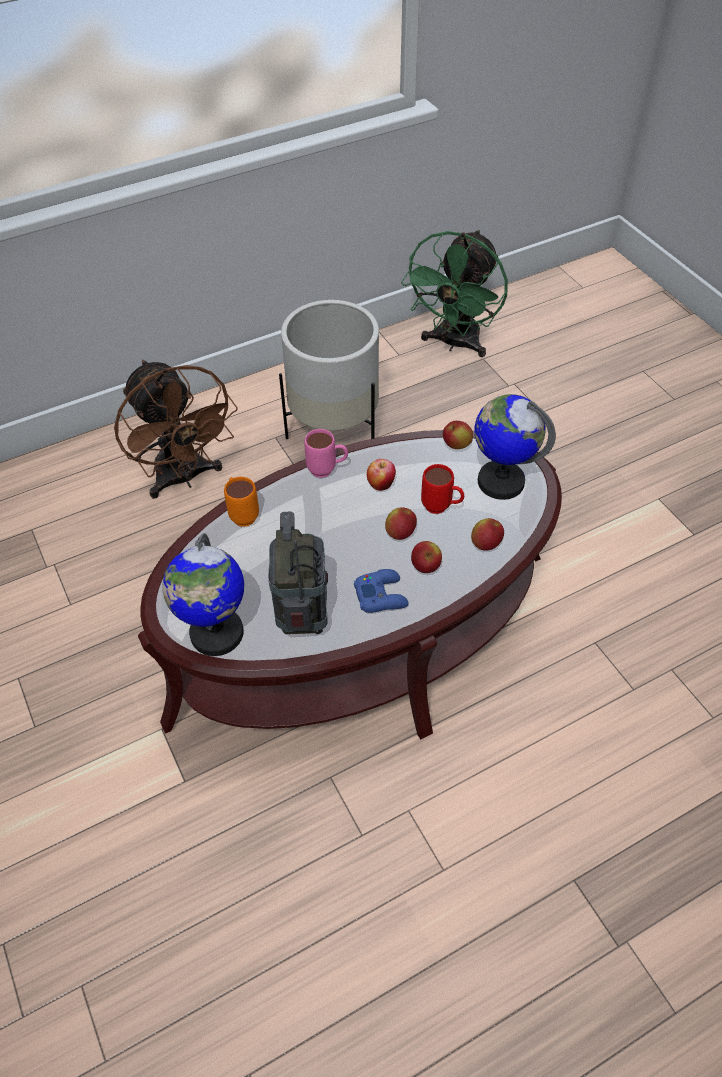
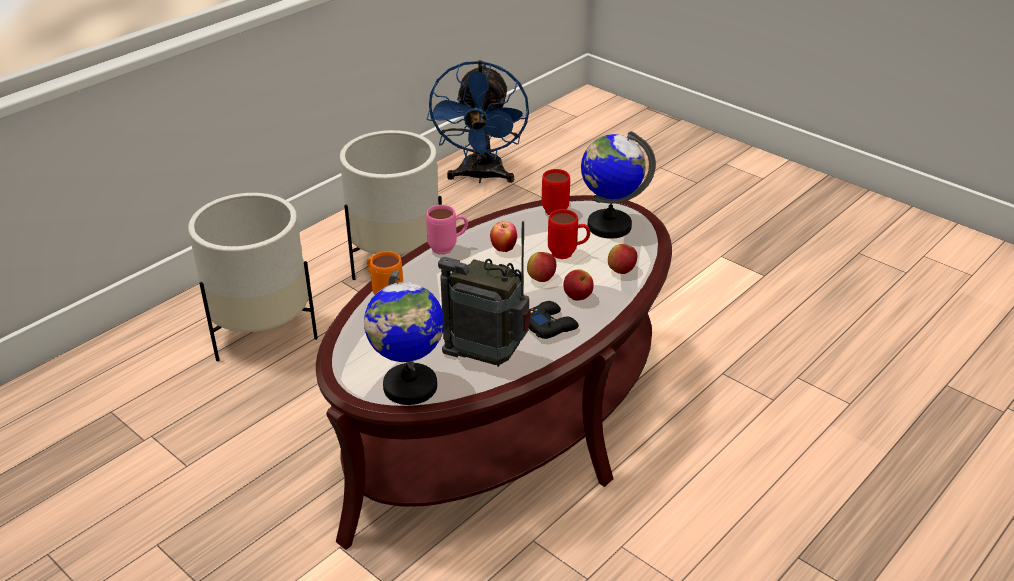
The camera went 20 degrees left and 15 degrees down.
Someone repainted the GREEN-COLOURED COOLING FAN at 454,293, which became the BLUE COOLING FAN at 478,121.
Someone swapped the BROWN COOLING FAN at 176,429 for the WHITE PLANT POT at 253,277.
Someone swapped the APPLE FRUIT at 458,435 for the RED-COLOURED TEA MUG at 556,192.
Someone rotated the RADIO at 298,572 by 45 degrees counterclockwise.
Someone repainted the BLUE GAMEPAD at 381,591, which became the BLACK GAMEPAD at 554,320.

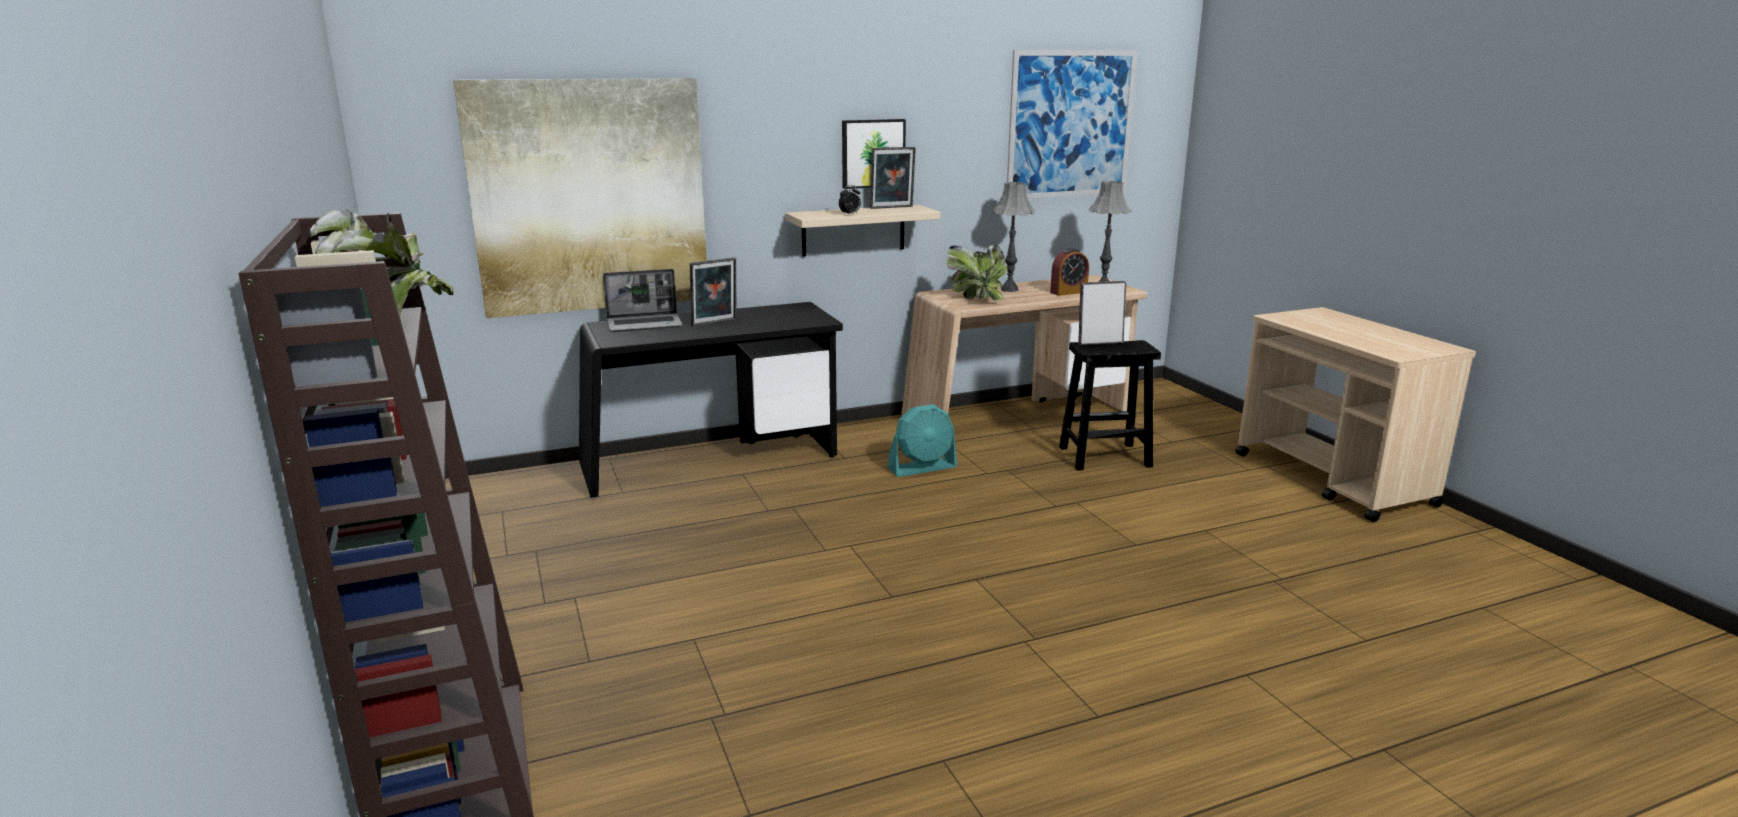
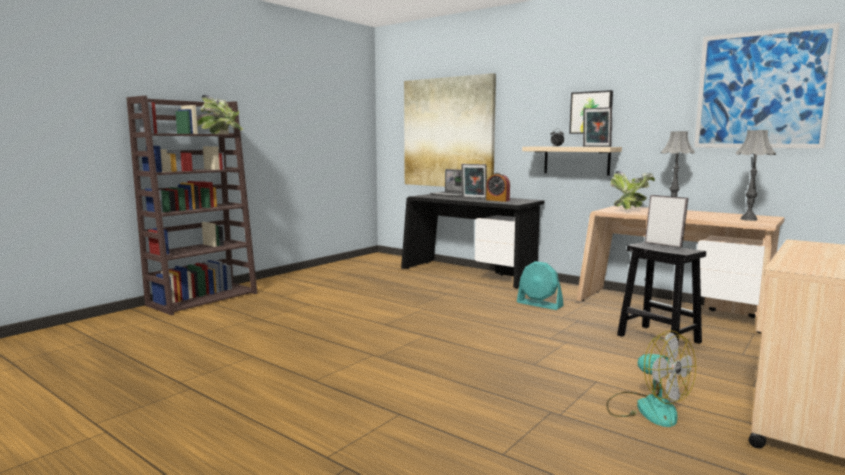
The camera went 60 degrees right and 10 degrees down.
Someone carried the TABLE CLOCK from 1069,272 to 498,187.
Someone put down the COOLING FAN at 651,378.

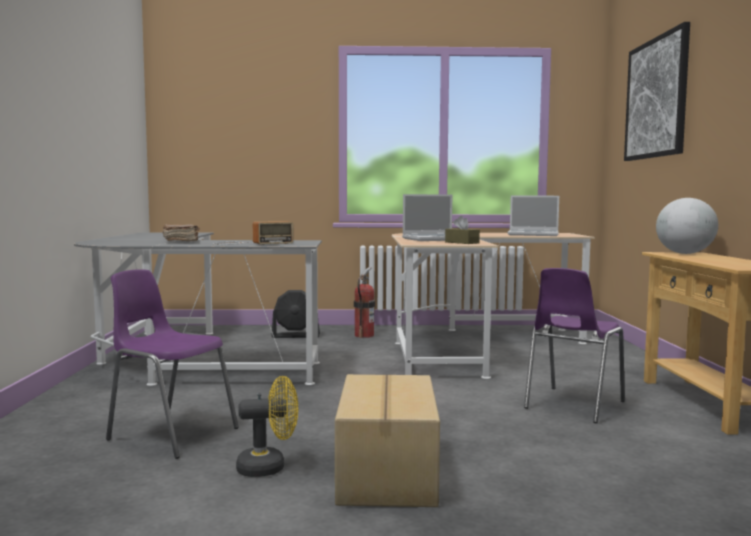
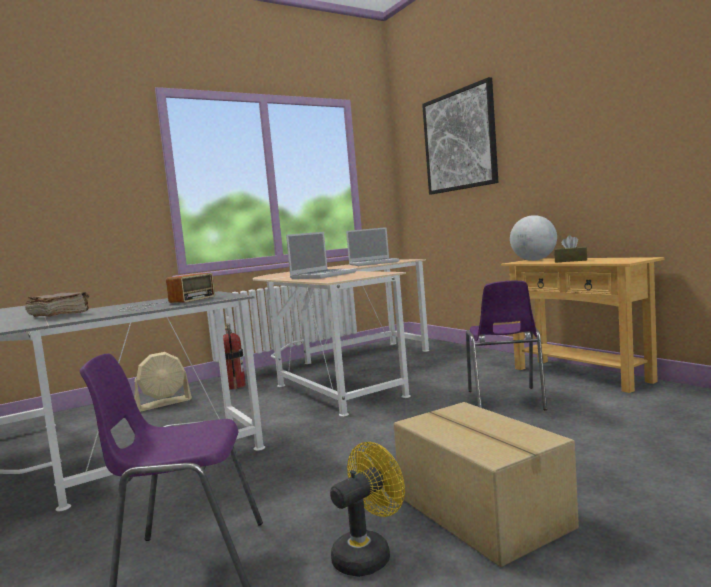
The camera went 30 degrees left and 0 degrees up.
Someone carried the BROWN TISSUE BOX from 462,230 to 570,249.
Someone repainted the BLACK COOLING FAN at 295,314, which became the BEIGE COOLING FAN at 163,382.

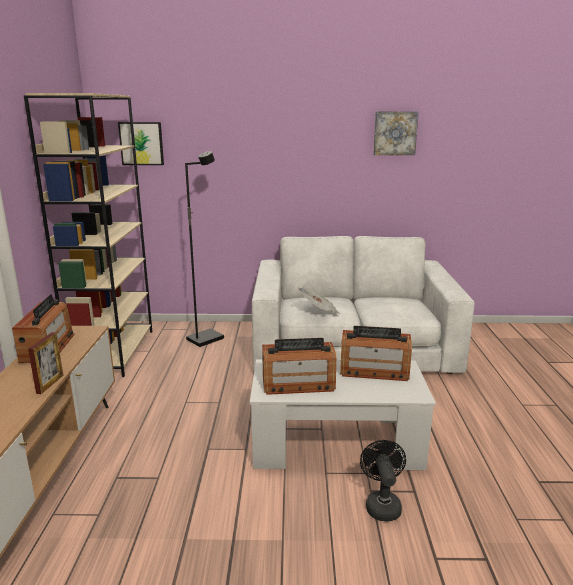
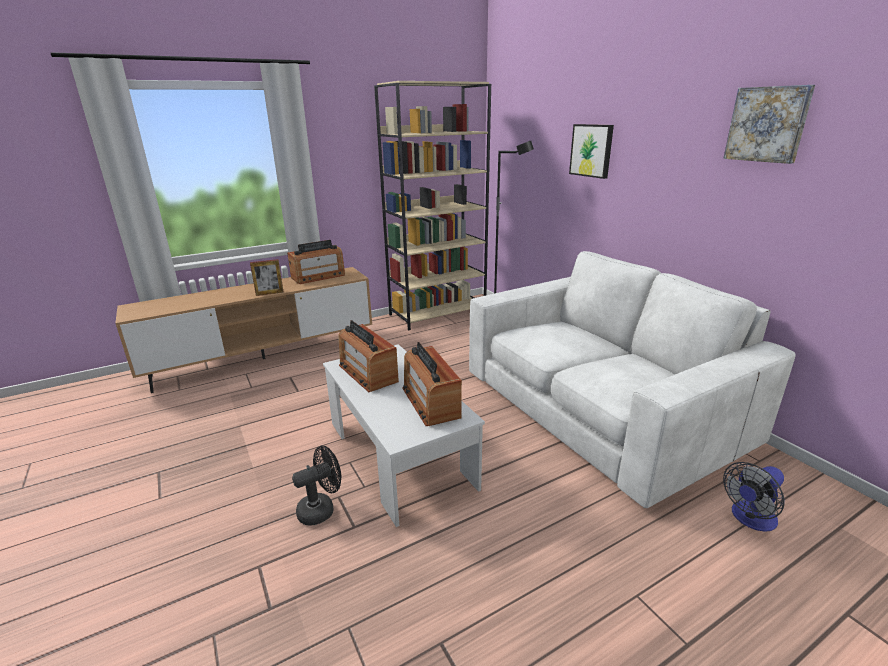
The camera went 60 degrees right and 5 degrees up.
Someone carried the WALL PICTURE from 141,143 to 591,151.
Someone took away the DAILY PAPER at 319,301.
Someone put down the COOLING FAN at 753,497.

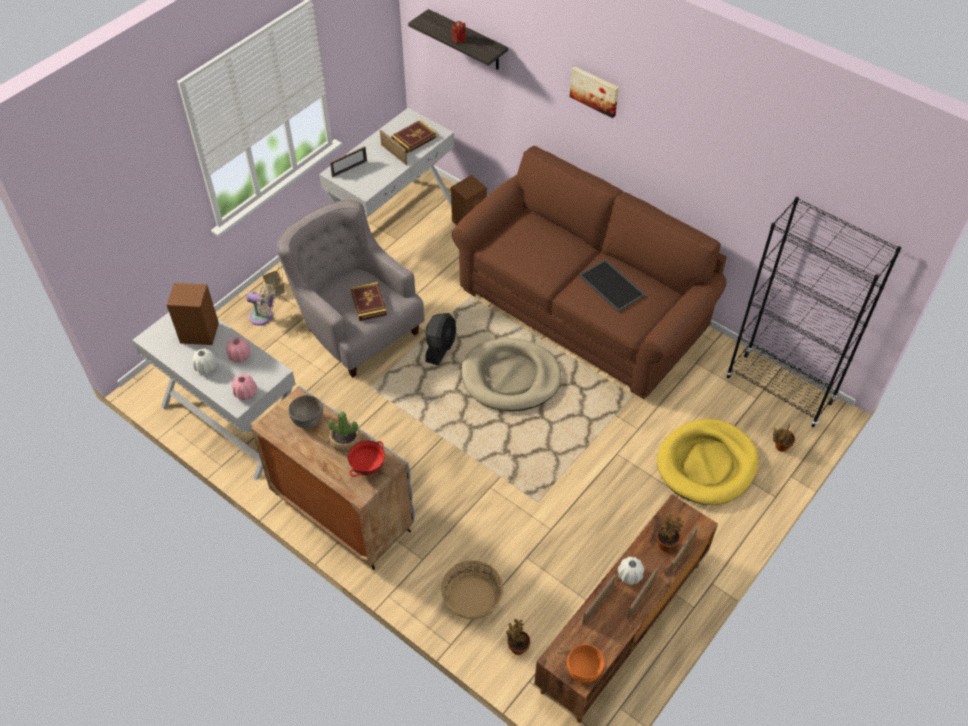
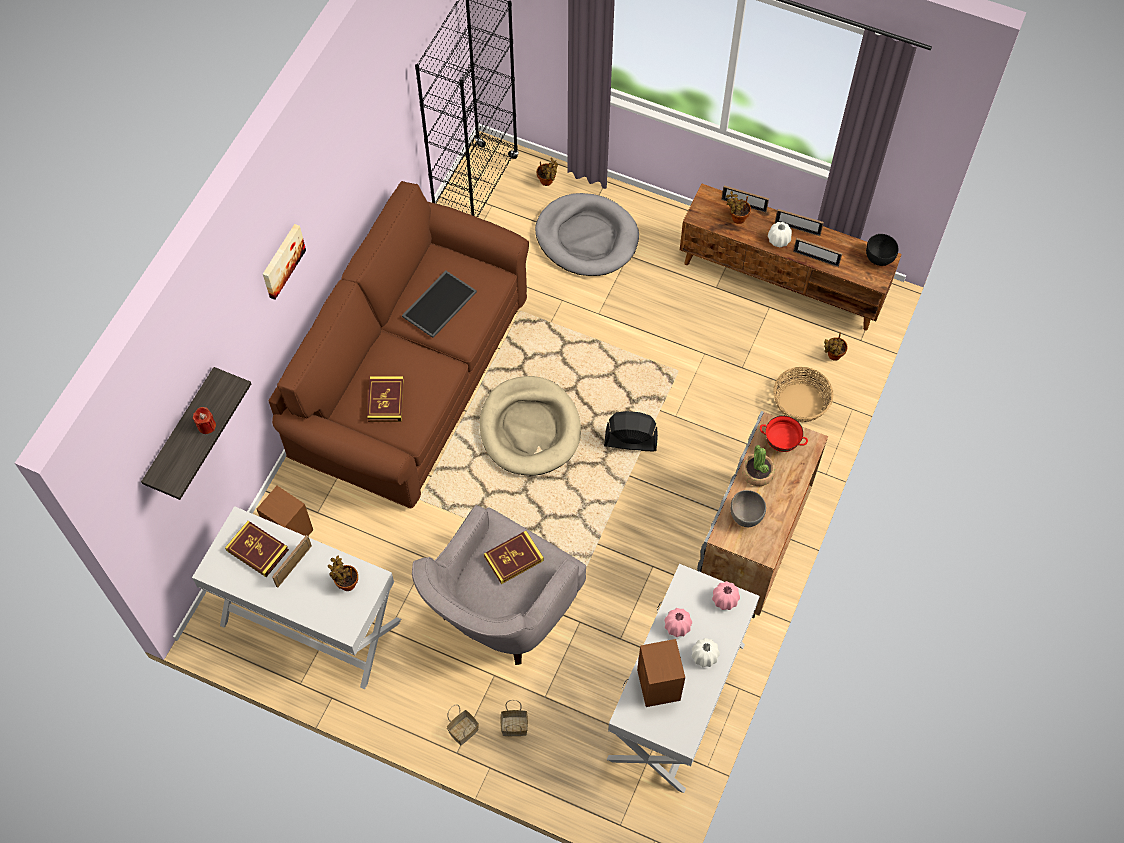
The camera went 105 degrees left and 10 degrees up.
Someone took away the PICTURE FRAME at 348,161.
Someone swapped the BEIGE COOLING FAN at 261,305 for the HOUSEHOLD BASKET at 514,718.
Someone carried the BLACK COOLING FAN from 440,339 to 631,431.
Someone repainted the YELLOWISH PET BED at 708,462, which became the GREY PET BED at 587,234.
Someone repainted the ORANGE SERVING BOWL at 586,663, which became the BLACK SERVING BOWL at 882,250.
Someone put down the BOOK at 385,399.
Someone put down the HOUSEPLANT at 343,573.

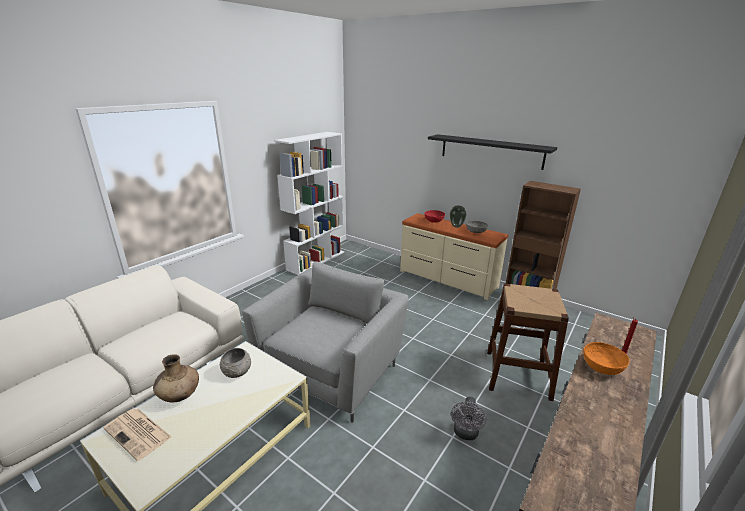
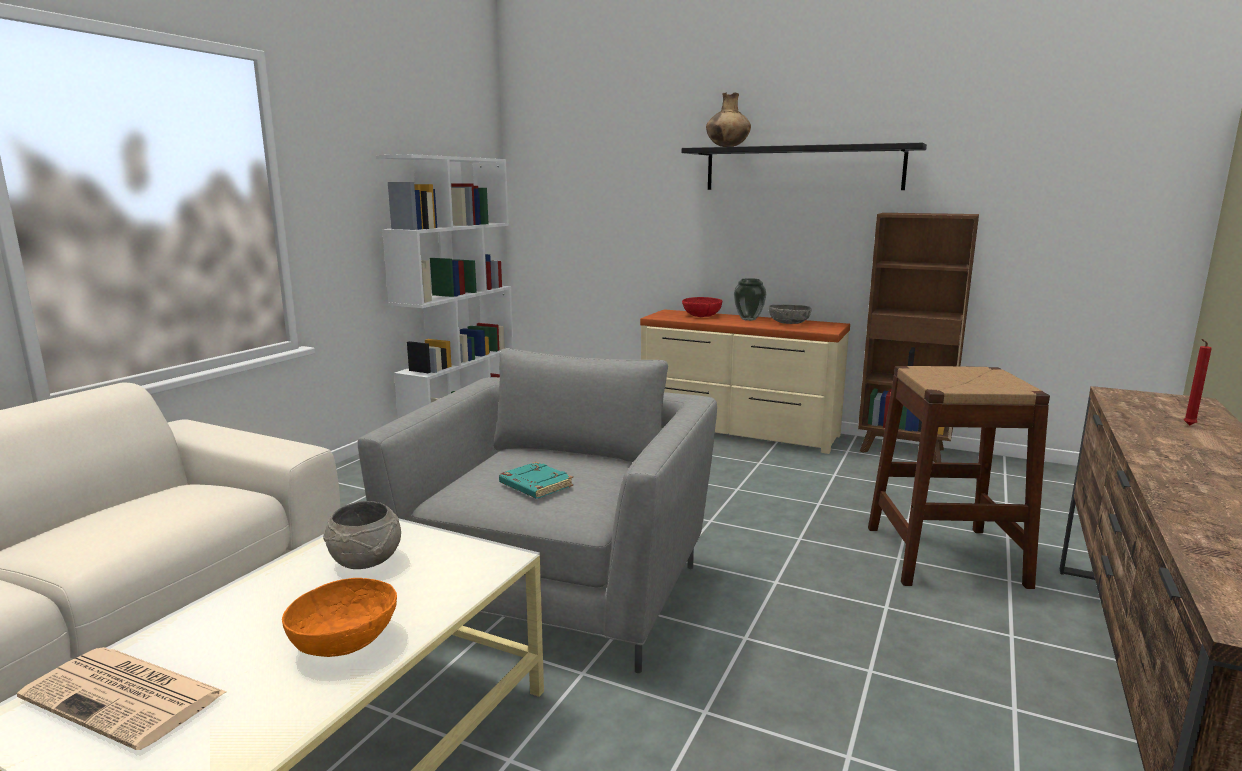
The camera went 10 degrees left and 10 degrees down.
Someone carried the ORANGE SERVING BOWL from 606,358 to 339,617.
Someone carried the BROWN DECORATIVE VASE from 176,378 to 728,119.
Someone took away the GREY COOLING FAN at 468,418.
Someone put down the TURQUOISE BOOK at 536,480.

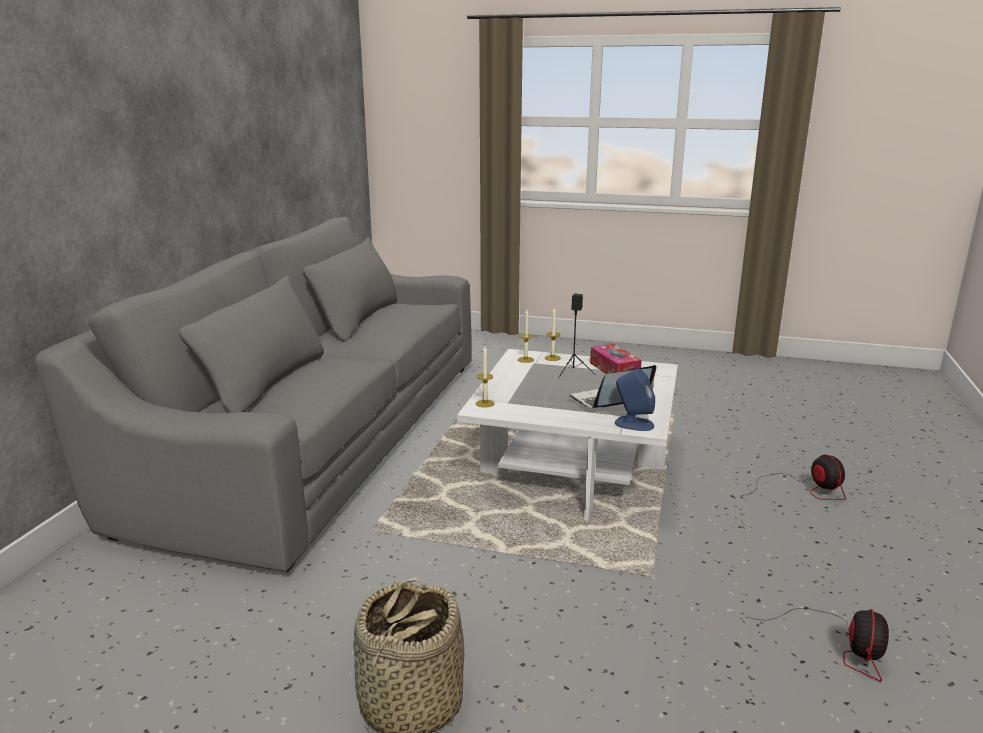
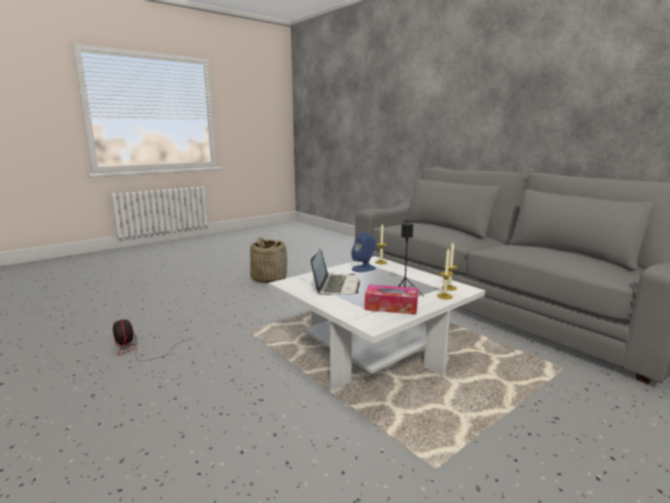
The camera went 125 degrees right and 5 degrees down.
Someone carried the BLUE AUDIO SPEAKER from 635,399 to 363,252.
Someone took away the COOLING FAN at 793,477.

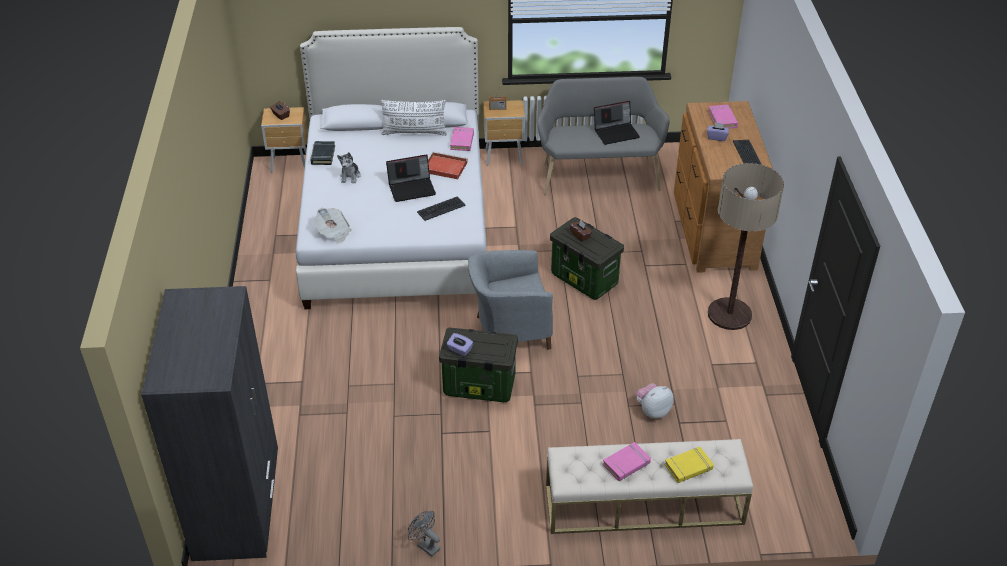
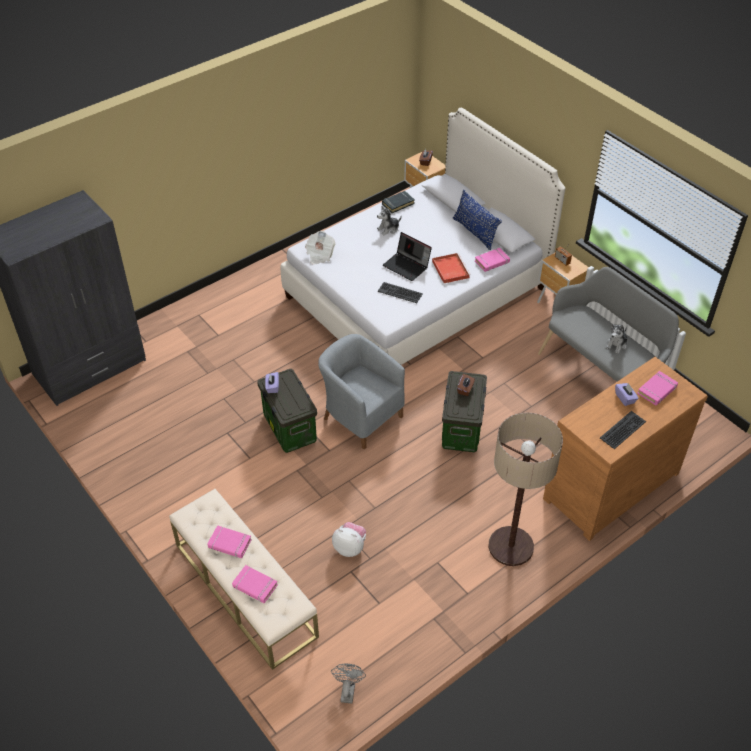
The camera went 55 degrees right and 5 degrees up.
Someone repainted the WHITE THROW PILLOW at 414,118, which became the BLUE THROW PILLOW at 477,220.
Someone swapped the LAPTOP at 617,123 for the CUDDLY TOY at 616,338.
Someone repainted the YELLOWISH BOOK at 689,465, which became the PINK BOOK at 255,584.
Someone carried the GREY COOLING FAN from 424,534 to 348,683.

